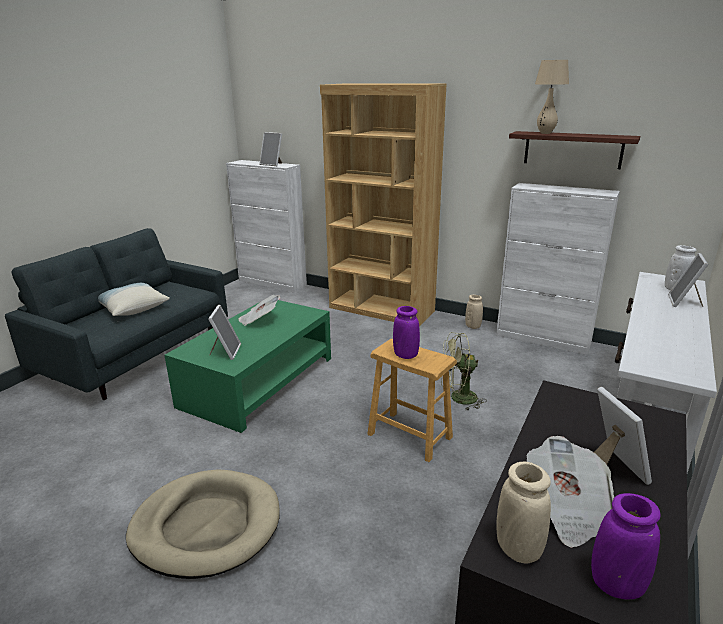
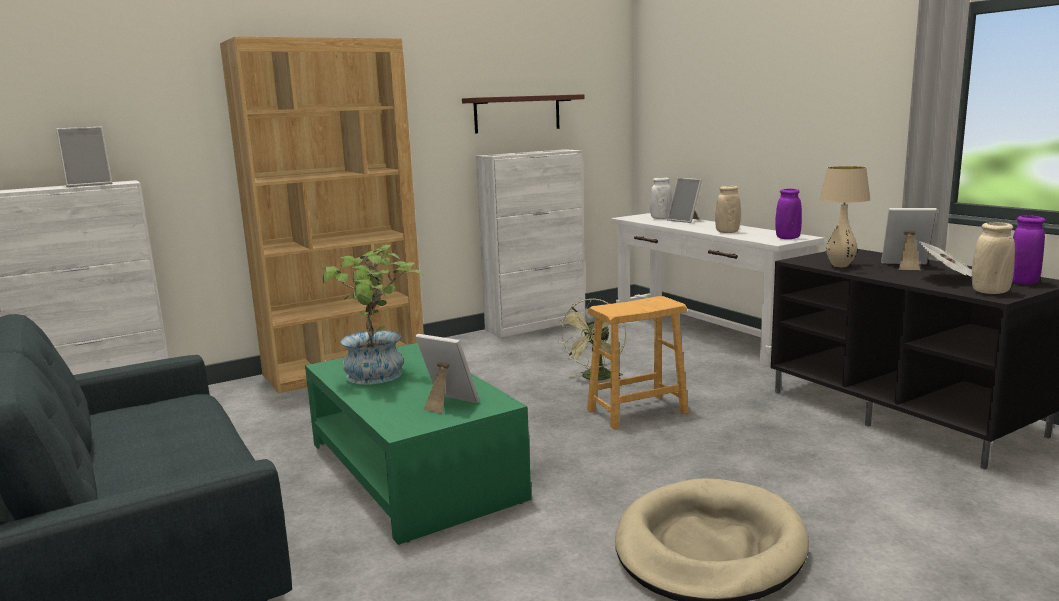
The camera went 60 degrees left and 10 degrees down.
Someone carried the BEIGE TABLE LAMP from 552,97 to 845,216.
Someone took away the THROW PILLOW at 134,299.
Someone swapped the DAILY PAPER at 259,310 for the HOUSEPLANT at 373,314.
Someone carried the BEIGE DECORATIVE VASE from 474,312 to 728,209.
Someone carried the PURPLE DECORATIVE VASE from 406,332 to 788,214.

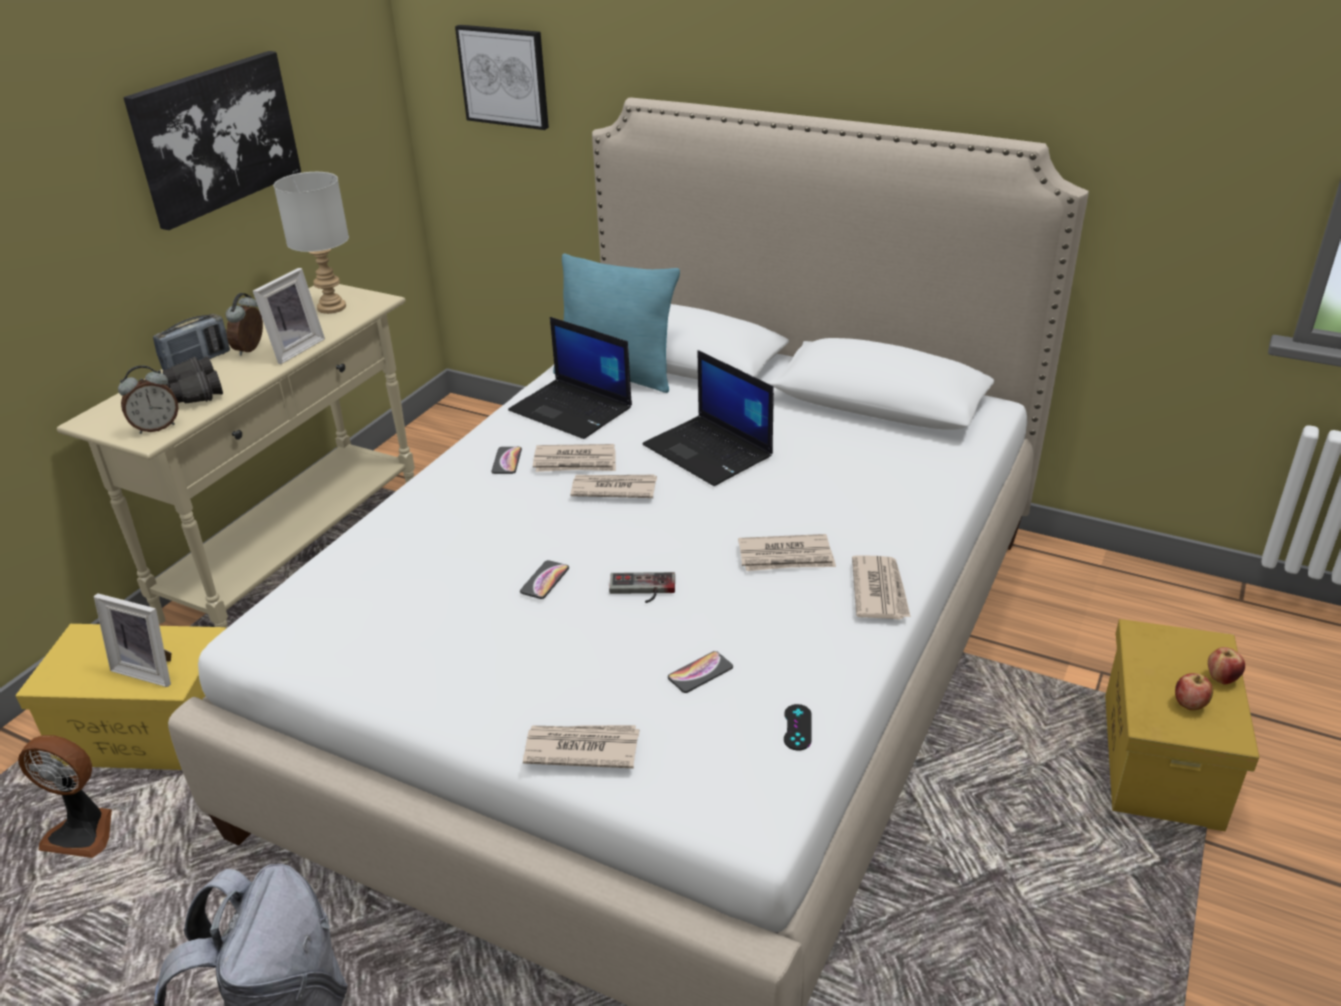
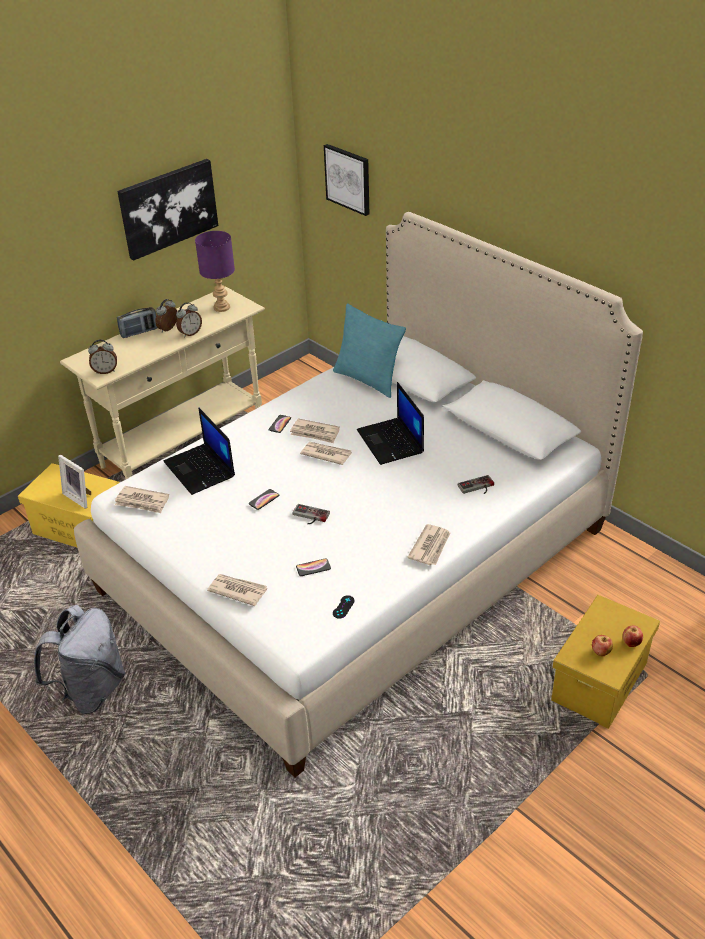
The camera went 20 degrees right and 5 degrees up.
Someone repainted the GREY TABLE LAMP at 311,243, which became the PURPLE TABLE LAMP at 215,271.
Someone swapped the PICTURE FRAME at 289,316 for the TABLE CLOCK at 189,319.
Someone carried the LAPTOP from 570,378 to 199,451.
Someone took away the BLACK FIELD GLASSES at 193,380.
Someone carried the DAILY PAPER from 787,552 to 142,499.
Someone took away the COOLING FAN at 65,796.
Someone put down the GAMEPAD at 476,484.

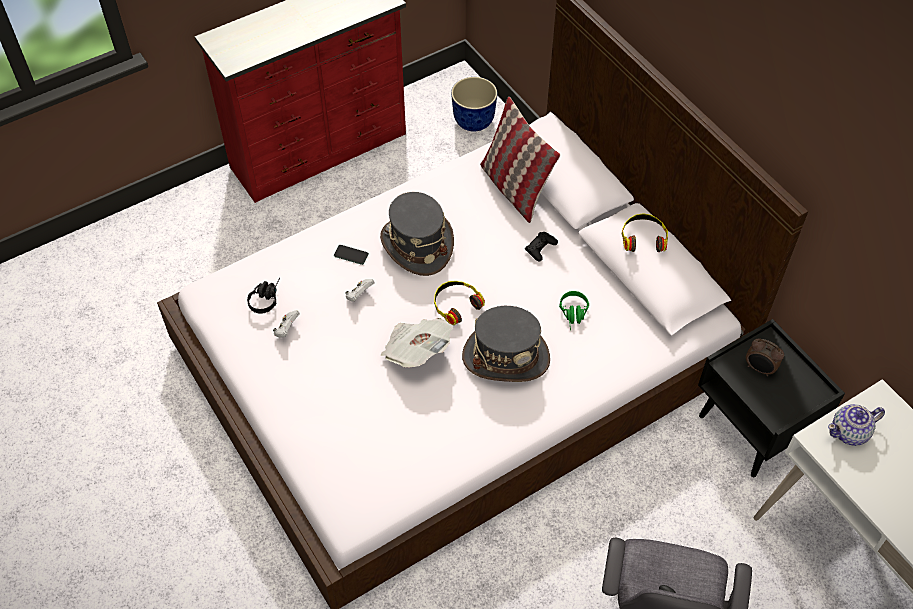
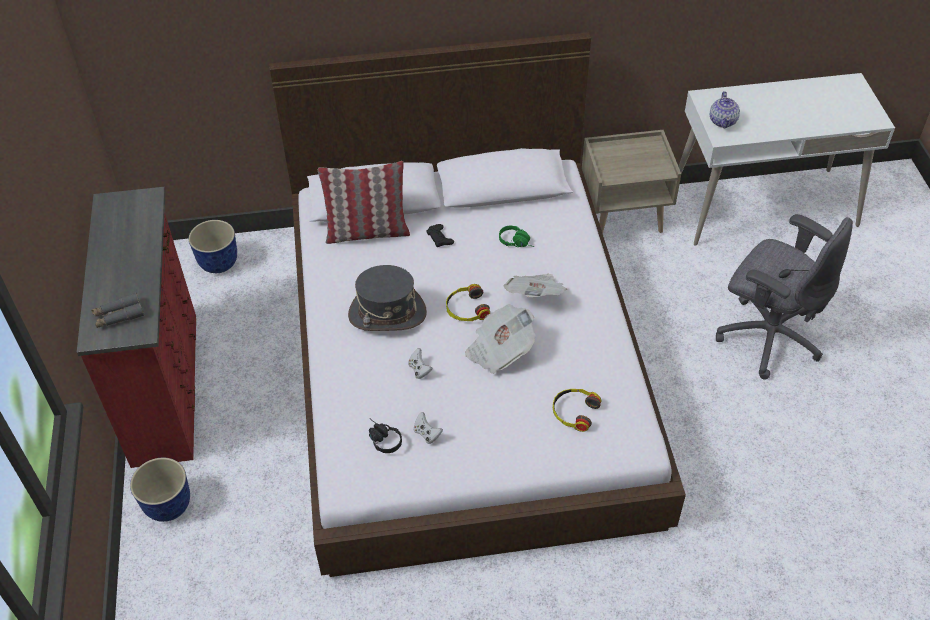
The camera went 65 degrees left and 5 degrees down.
Someone carried the HEADPHONES from 645,232 to 577,410.
Someone took away the TELEPHONE at 351,255.
Someone swapped the GREY WEARABLE HAT at 506,344 for the DAILY PAPER at 535,285.
Someone repainted the BLACK NIGHTSTAND at 771,398, which became the BEIGE NIGHTSTAND at 631,182.
Someone took away the TABLE CLOCK at 765,357.
Someone put down the GREY FIELD GLASSES at 117,310.
Someone put down the PLANT POT at 160,490.

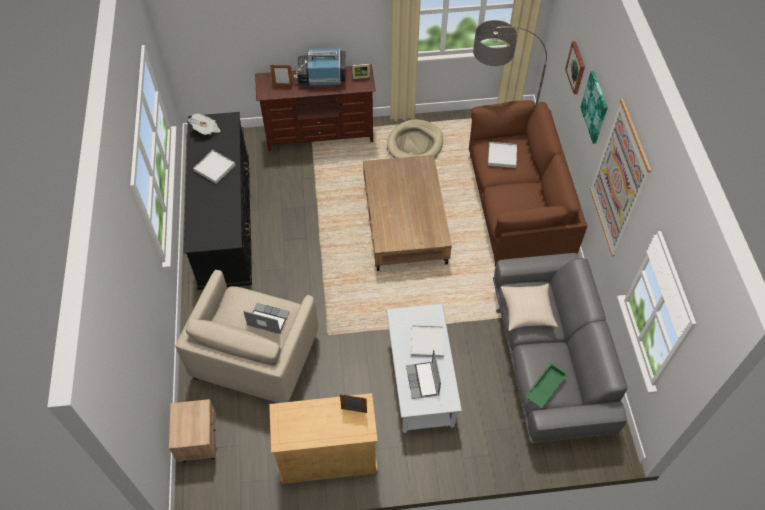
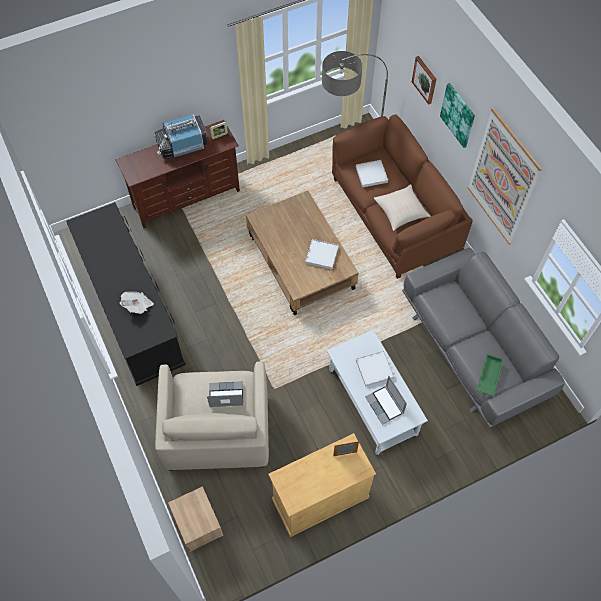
The camera went 20 degrees left and 5 degrees up.
Someone took away the PICTURE FRAME at 281,75.
Someone carried the DAILY PAPER from 204,124 to 137,303.
Someone took away the BEIGE PET BED at 415,138.
Someone carried the WHITE TRAY from 214,167 to 322,254.
Someone carried the BEIGE THROW PILLOW from 529,307 to 402,207.

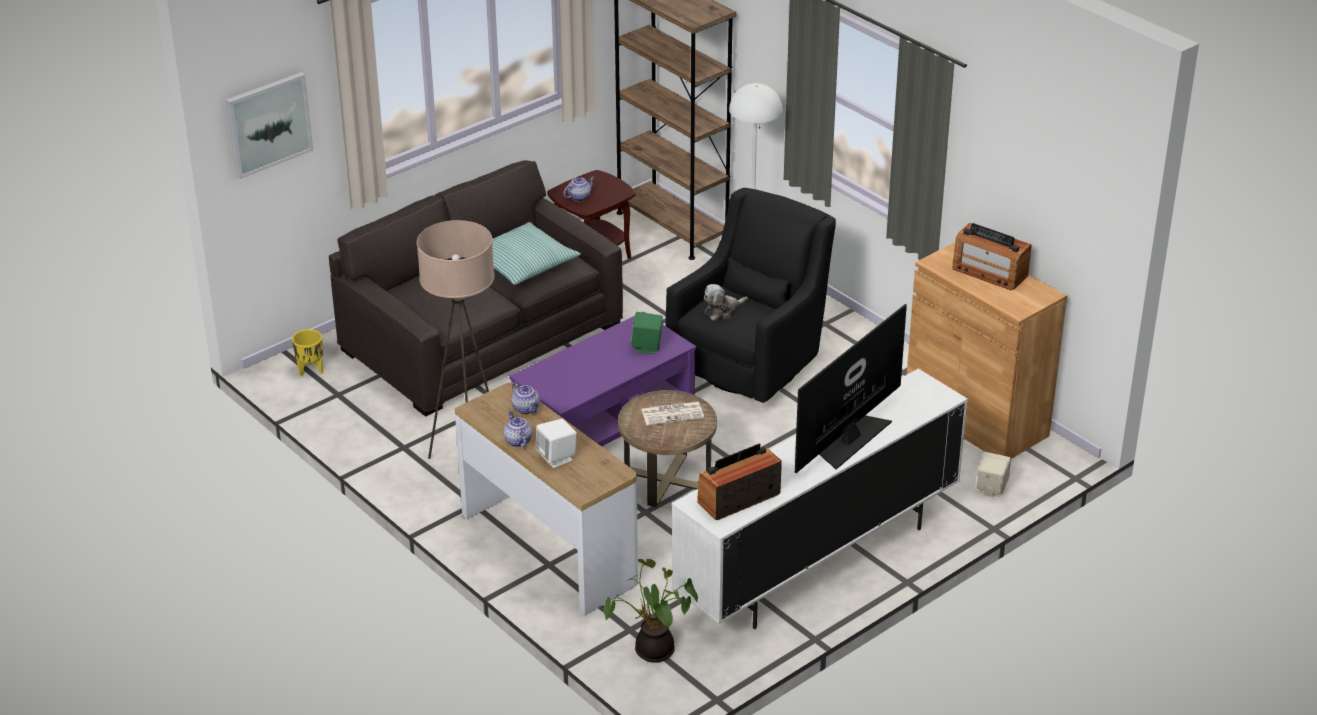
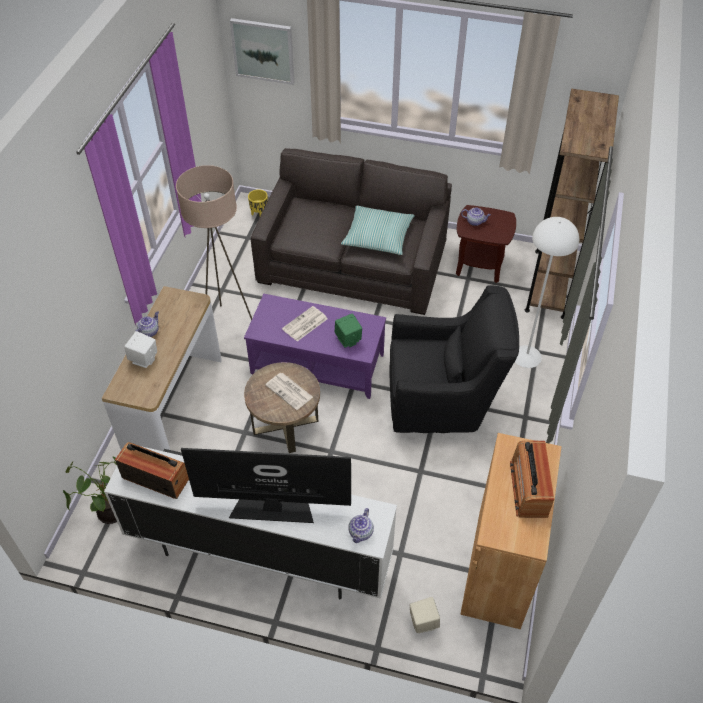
The camera went 55 degrees right and 15 degrees up.
Someone took away the CUDDLY TOY at 726,302.
Someone carried the TEAPOT from 525,398 to 361,525.
Someone put down the DAILY PAPER at 305,323.

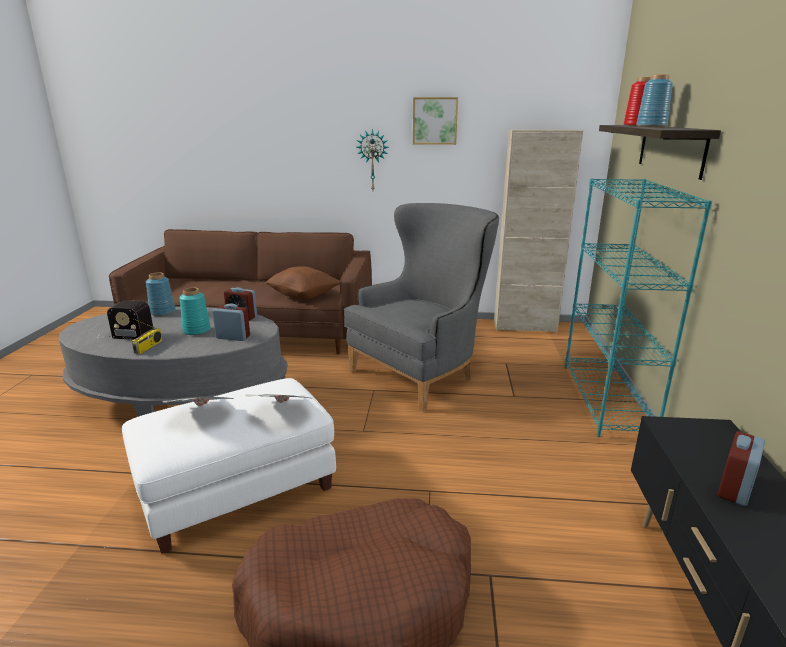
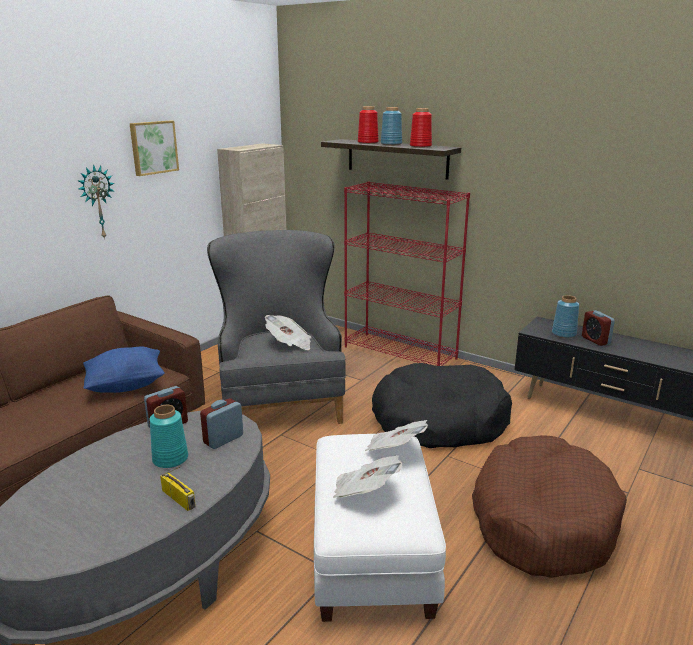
The camera went 60 degrees left and 0 degrees up.
Someone repainted the TURQUOISE SHELVING UNIT at 638,307, which became the RED-COLOURED SHELVING UNIT at 407,273.
Someone repainted the BROWN THROW PILLOW at 302,283, which became the BLUE THROW PILLOW at 124,370.
Someone carried the BLUE DECORATIVE VASE from 161,294 to 565,316.
Someone took away the RADIO at 125,320.
Someone put down the RED-COLOURED DECORATIVE VASE at 421,128.
Someone put down the DAILY PAPER at 288,332.
Someone put down the BLACK PET BED at 442,405.

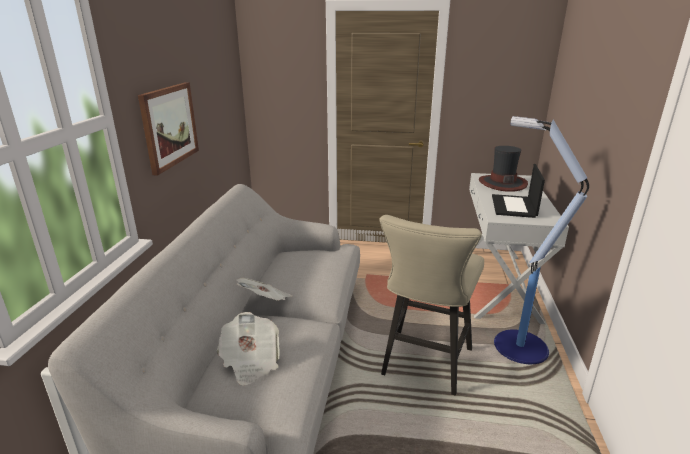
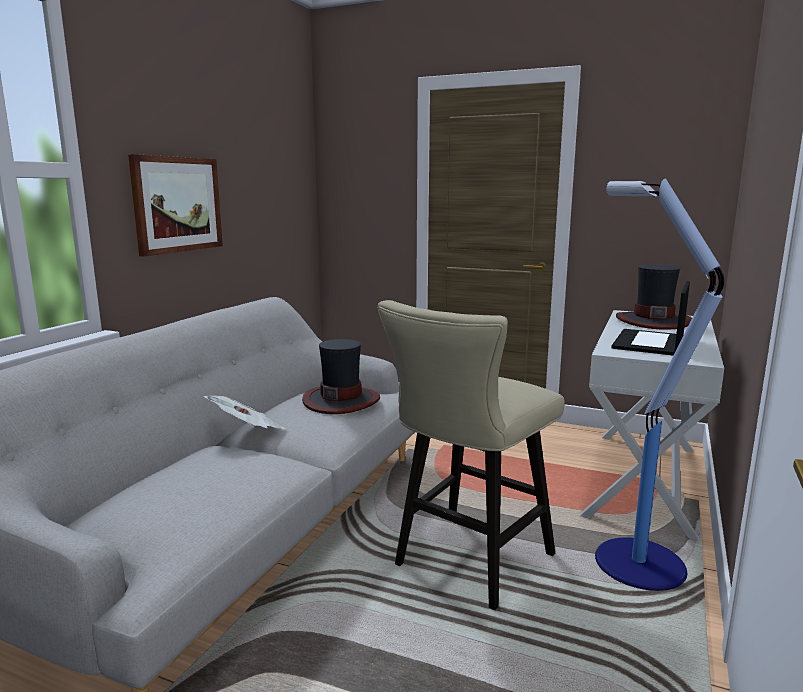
The camera went 15 degrees right and 10 degrees down.
Someone took away the DAILY PAPER at 248,349.
Someone put down the WEARABLE HAT at 341,376.

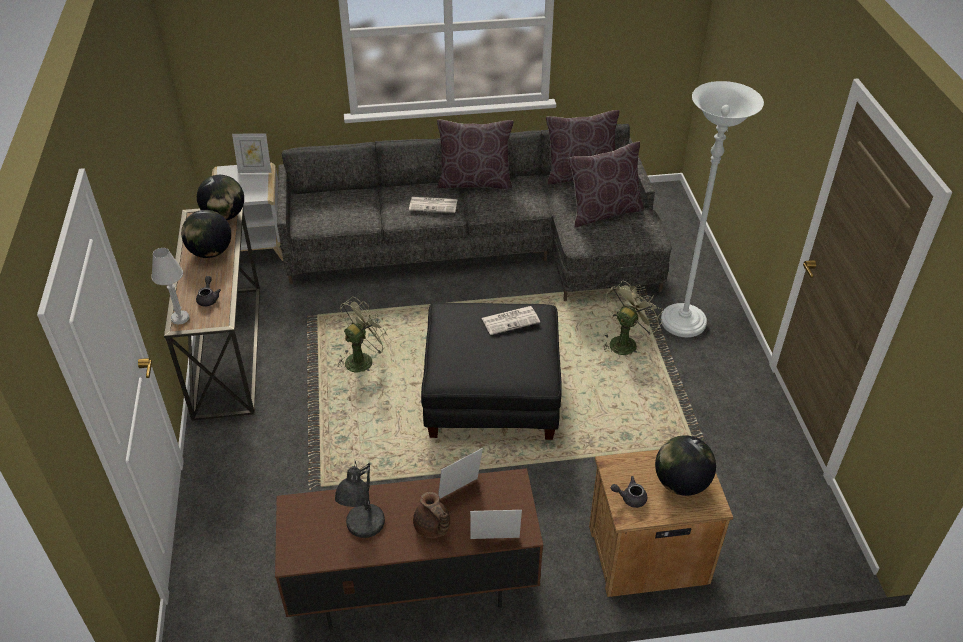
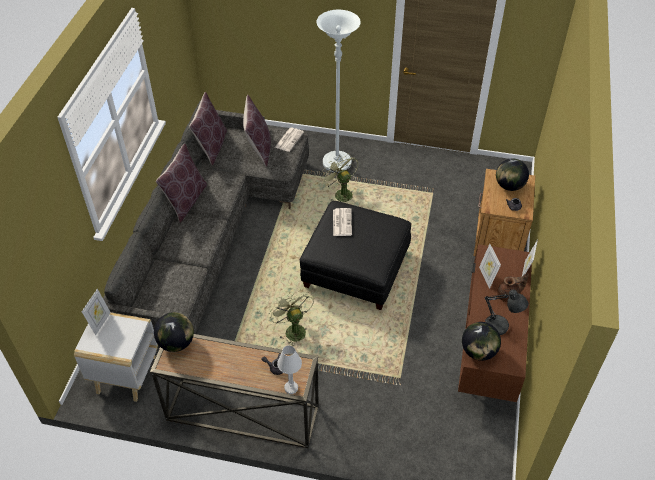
The camera went 70 degrees left and 5 degrees up.
Someone carried the DAILY PAPER from 433,205 to 289,140.
Someone carried the DESK GLOBE from 206,234 to 481,341.

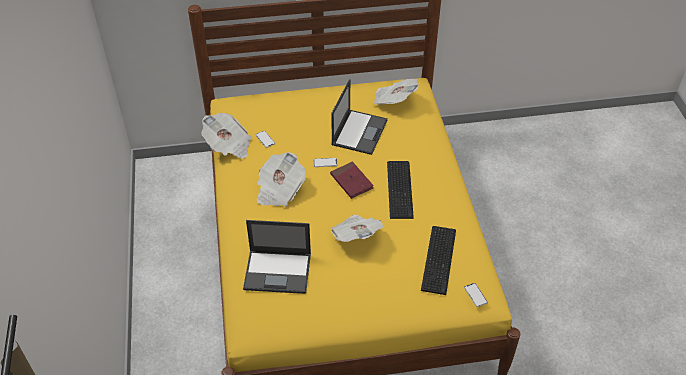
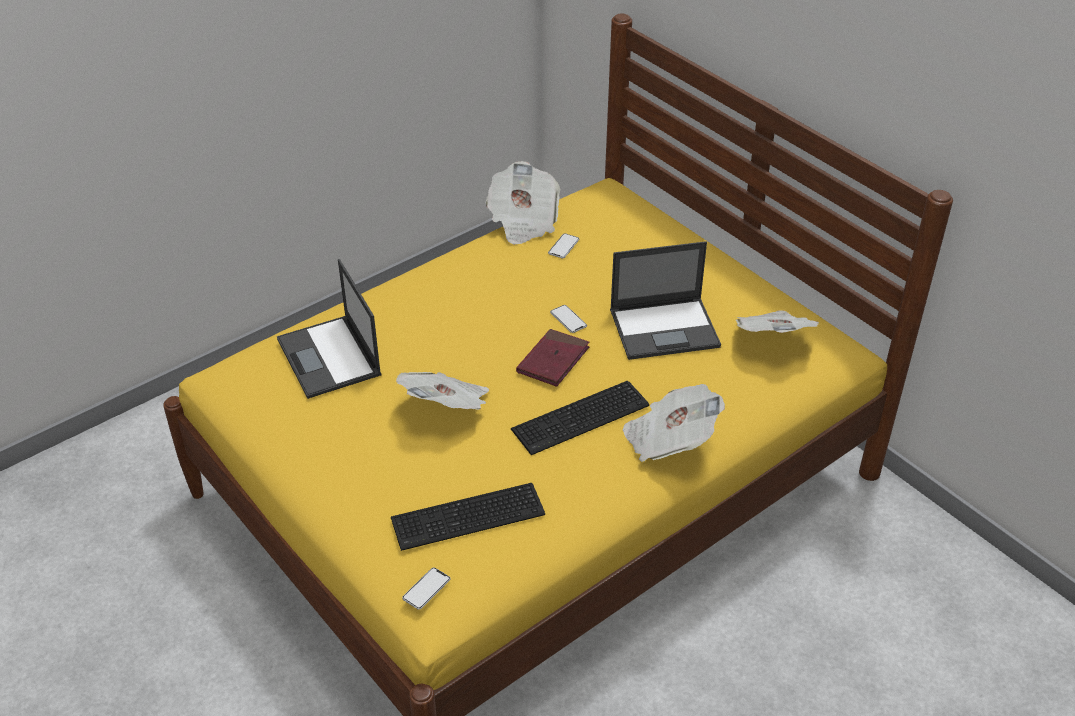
The camera went 60 degrees right and 5 degrees down.
Someone carried the DAILY PAPER from 281,179 to 673,423.

